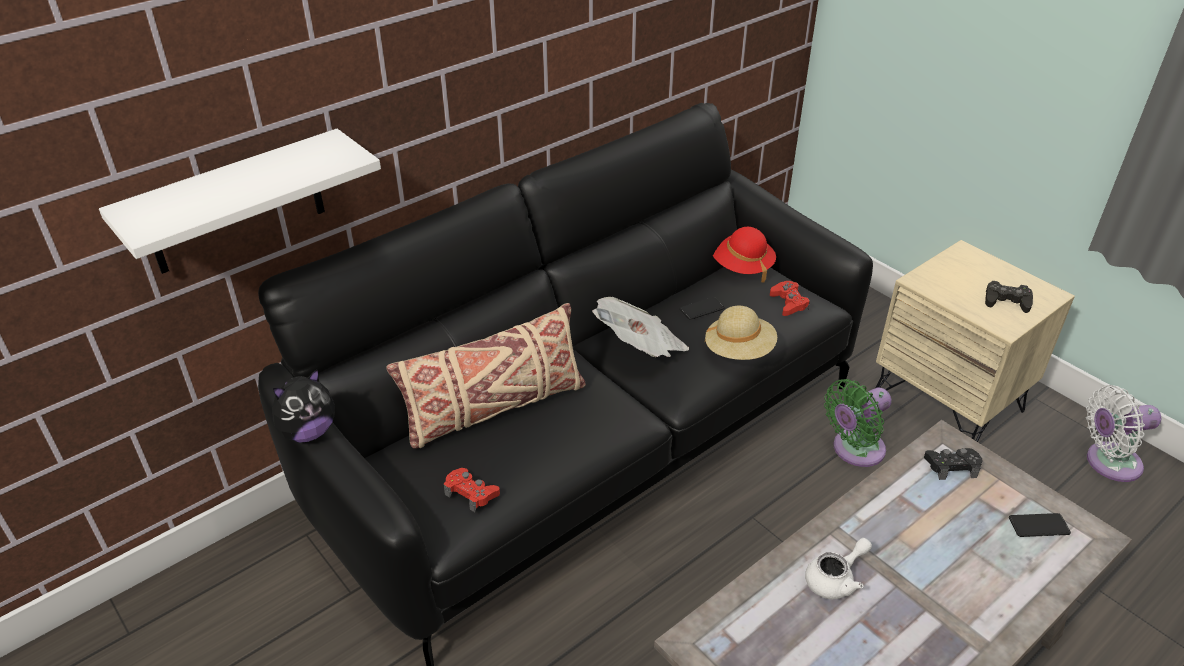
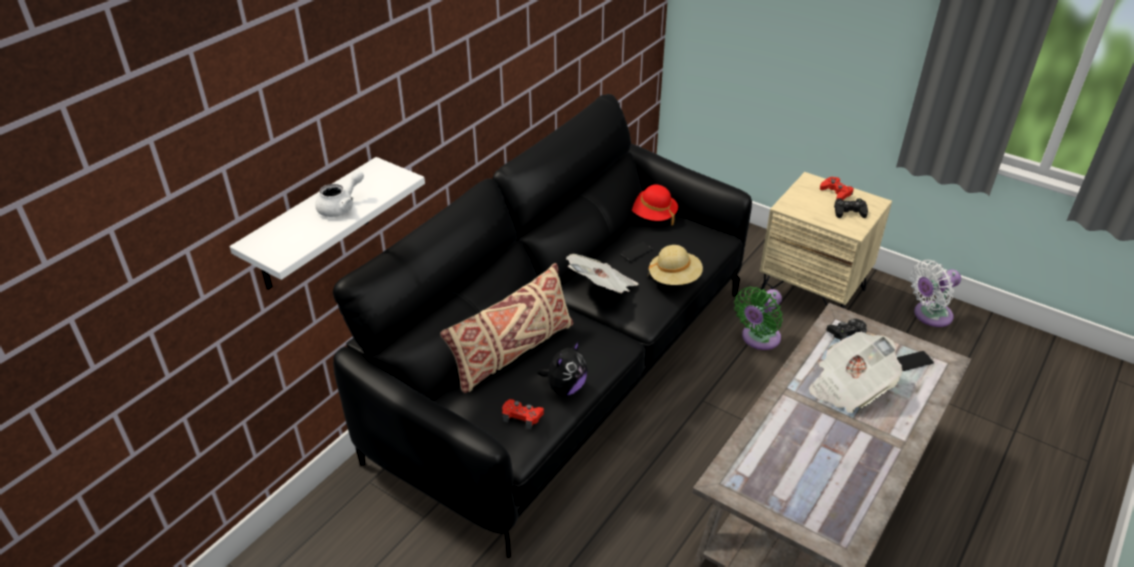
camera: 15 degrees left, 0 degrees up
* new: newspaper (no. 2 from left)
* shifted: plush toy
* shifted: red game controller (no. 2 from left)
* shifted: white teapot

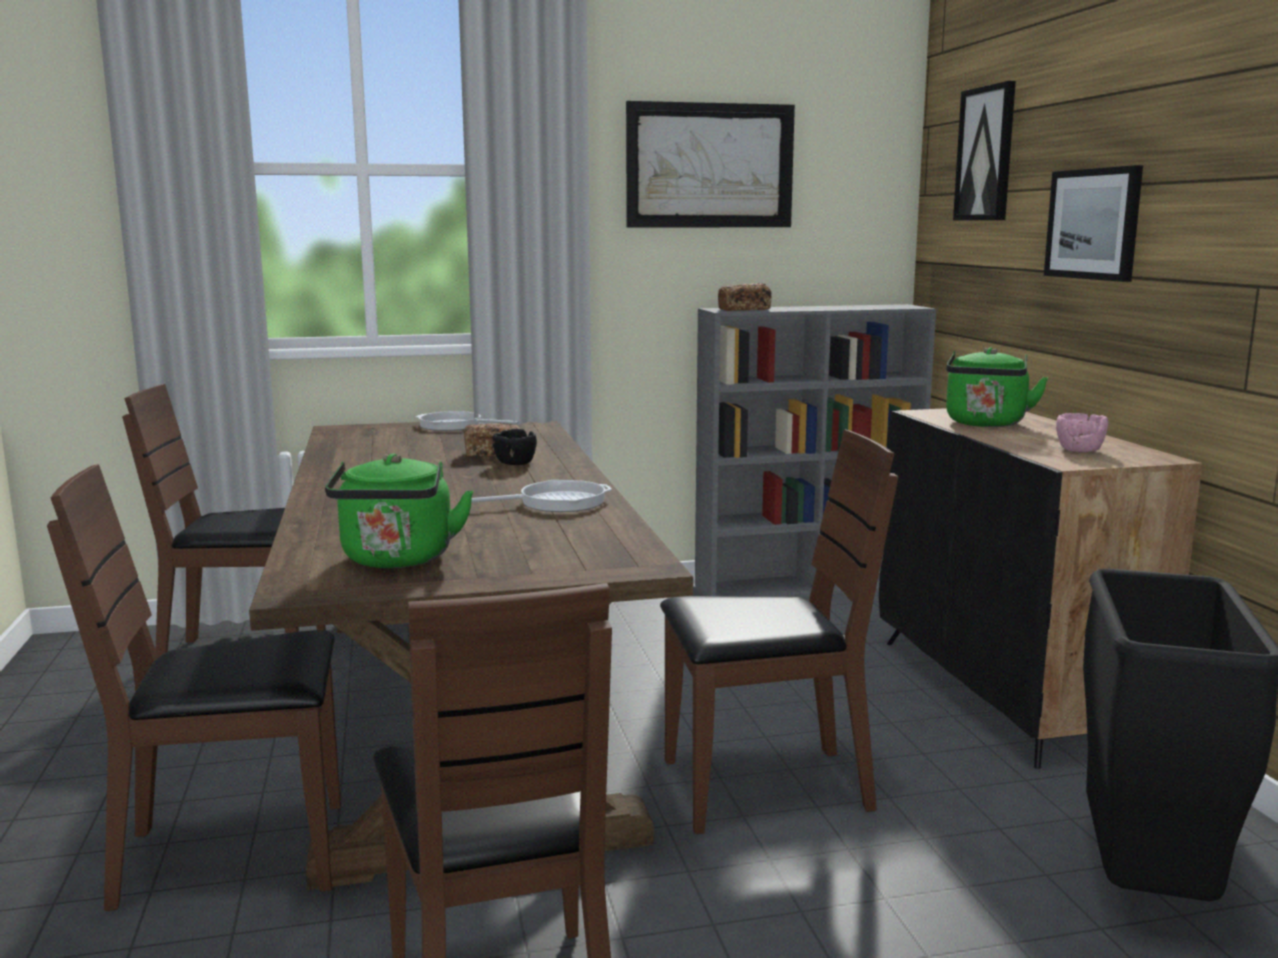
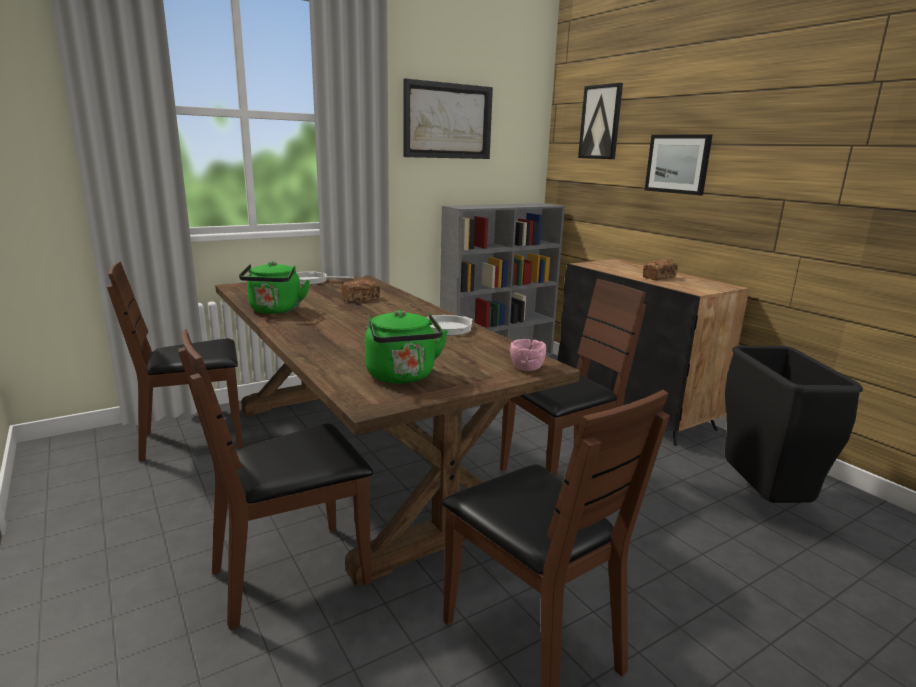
camera: 20 degrees left, 5 degrees up
* gone: black bowl
* shifted: bread (no. 2 from left)
* shifted: green kettle (no. 2 from left in the first image) to green kettle (no. 1 from left)
* shifted: pink bowl

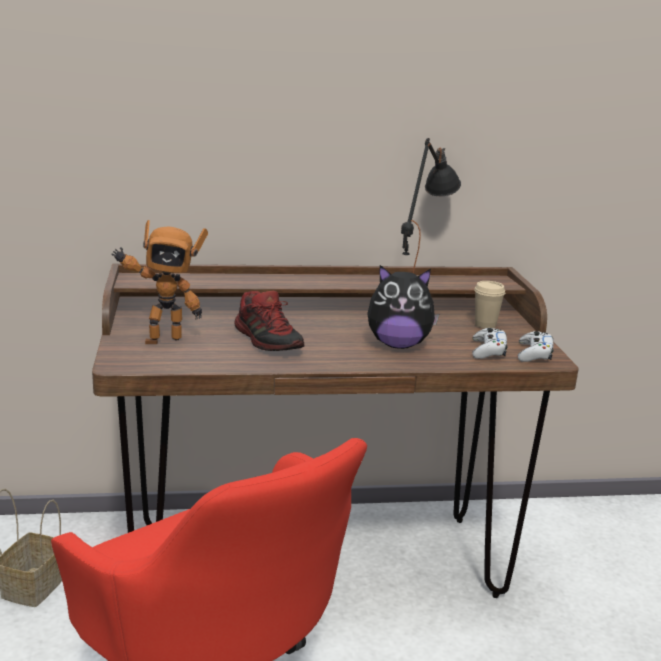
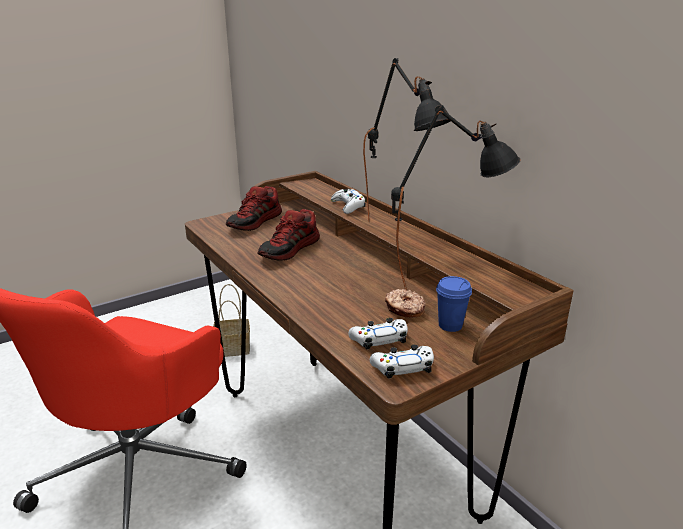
camera: 65 degrees right, 5 degrees up
* gone: plush toy
* new: white game controller (no. 1 from left)
* new: black table lamp (no. 1 from left)
* new: donut
* swapped: toy robot to shoe (no. 1 from left)
* repainted: beige cup to blue cup

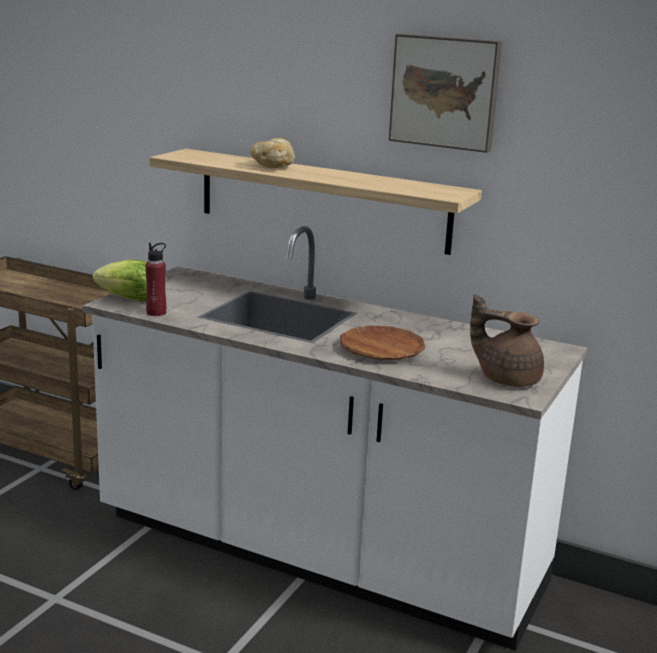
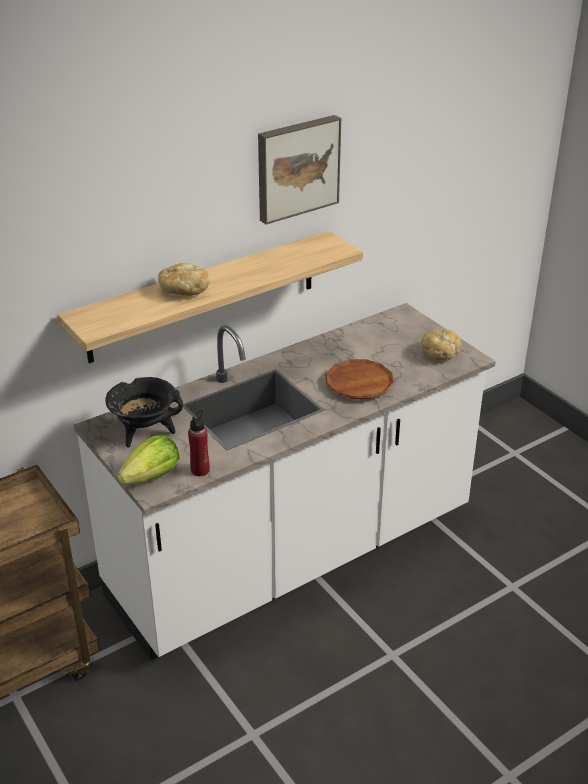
camera: 60 degrees left, 15 degrees up
* new: black cooking pot
* swapped: brown teapot to bread (no. 2 from left)

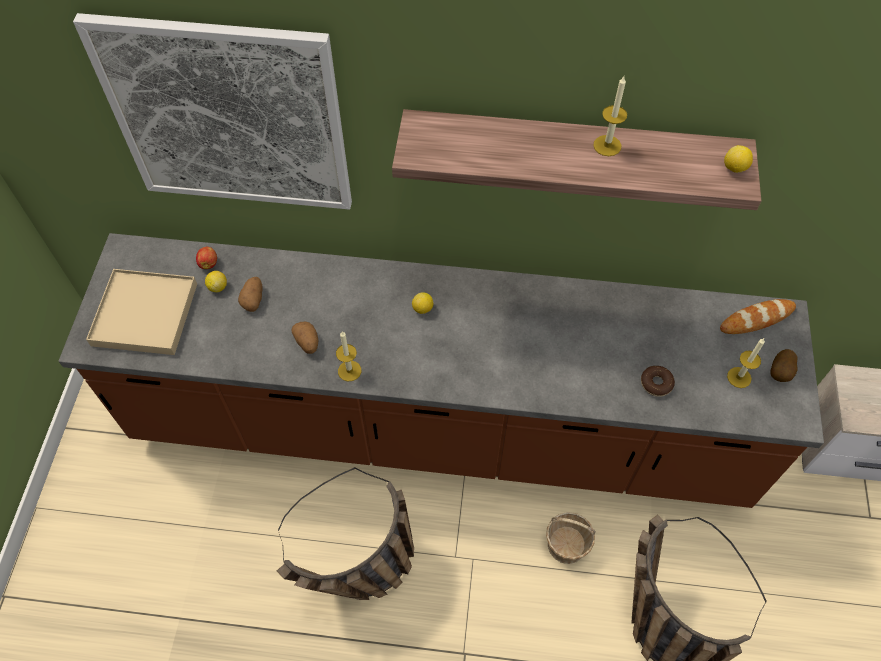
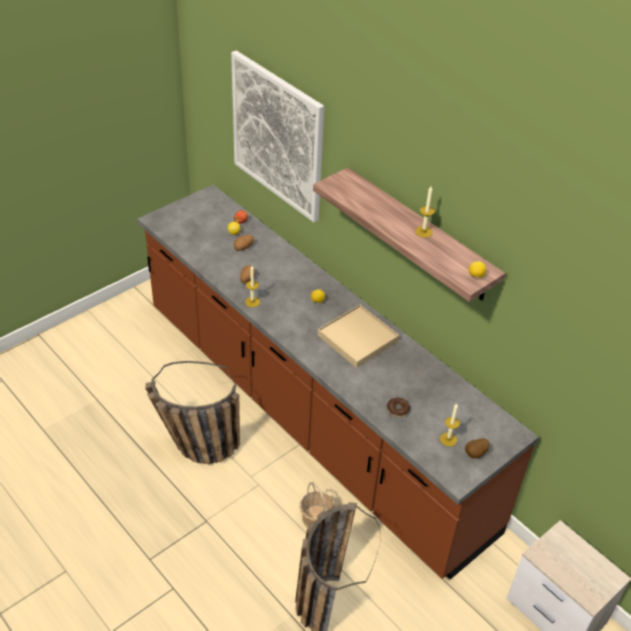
camera: 40 degrees right, 15 degrees down
* gone: bread
* shifted: beige tray

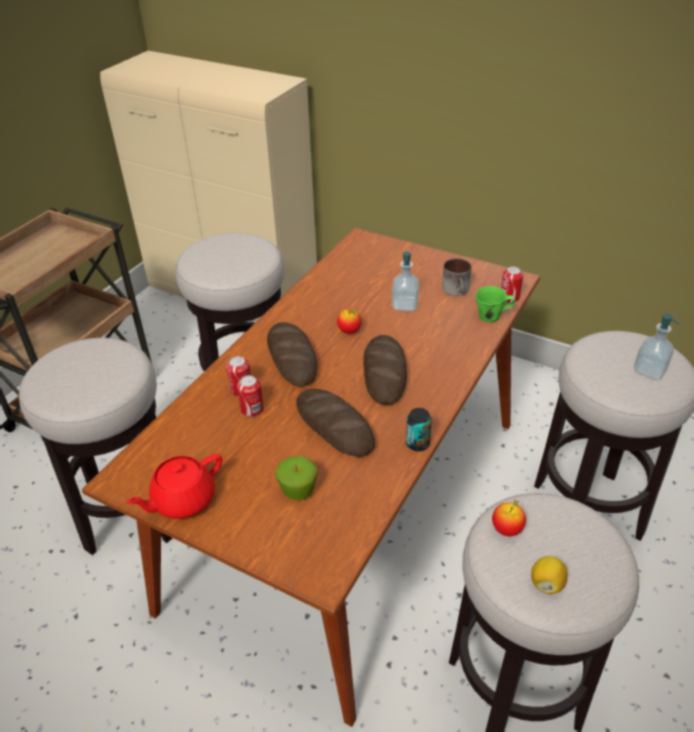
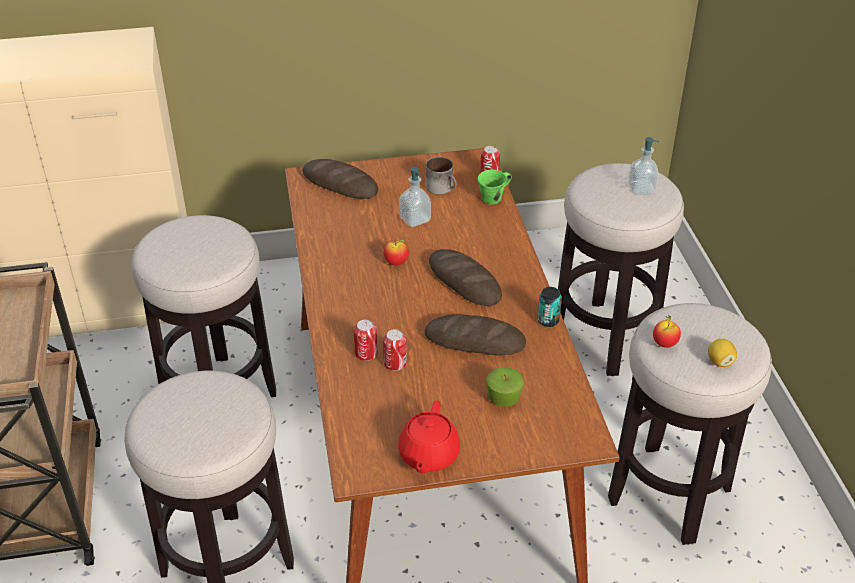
camera: 40 degrees left, 0 degrees up
* shifted: bread (no. 1 from left)

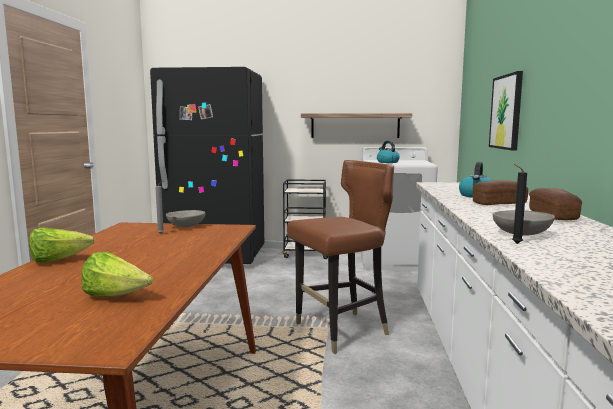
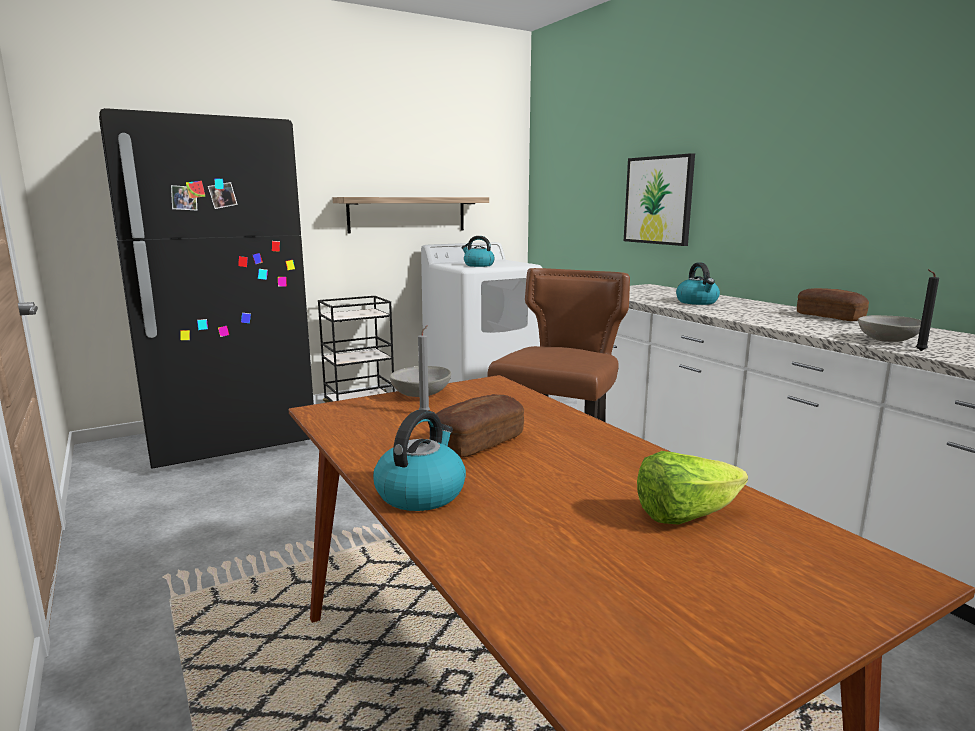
camera: 35 degrees left, 5 degrees up
* shifted: bread (no. 1 from left)
* swapped: lettuce (no. 1 from left) to kettle (no. 1 from left)

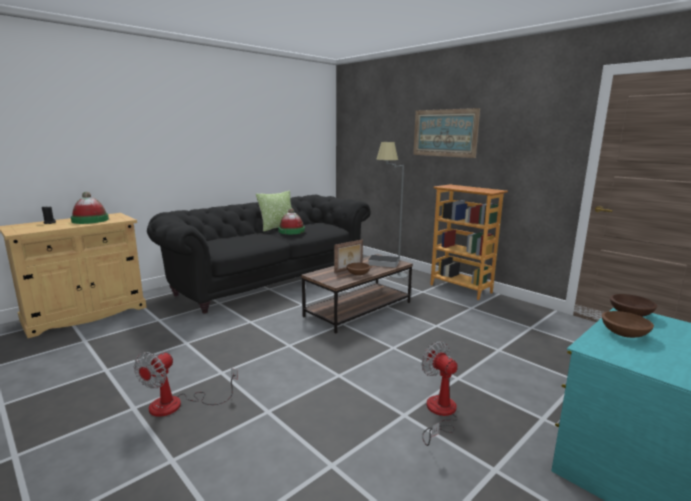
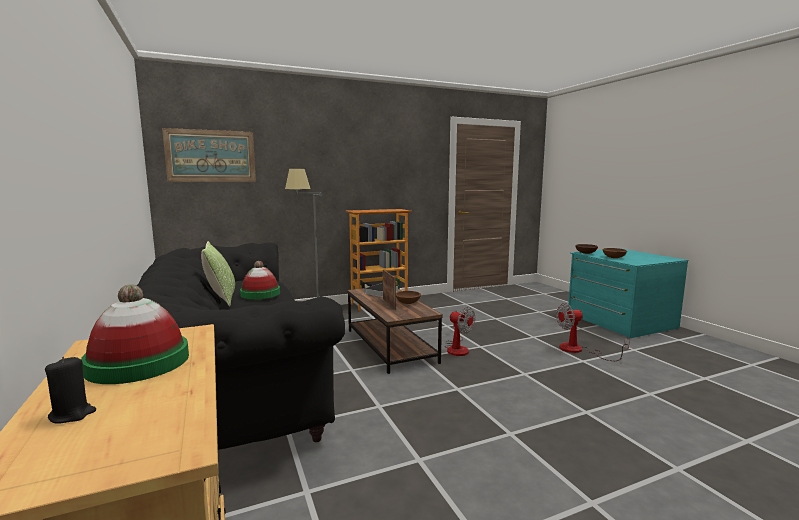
camera: 70 degrees left, 5 degrees down
* shifted: fan (no. 1 from left)
* shifted: picture

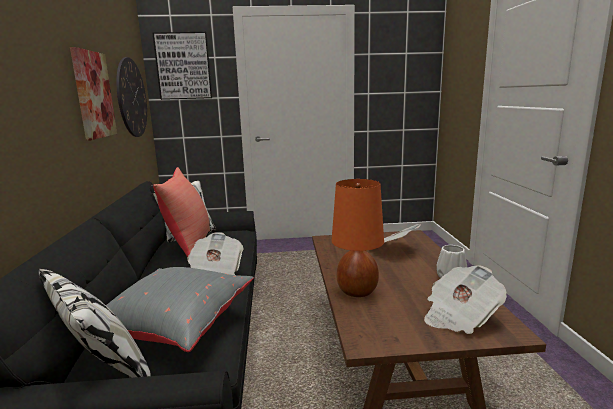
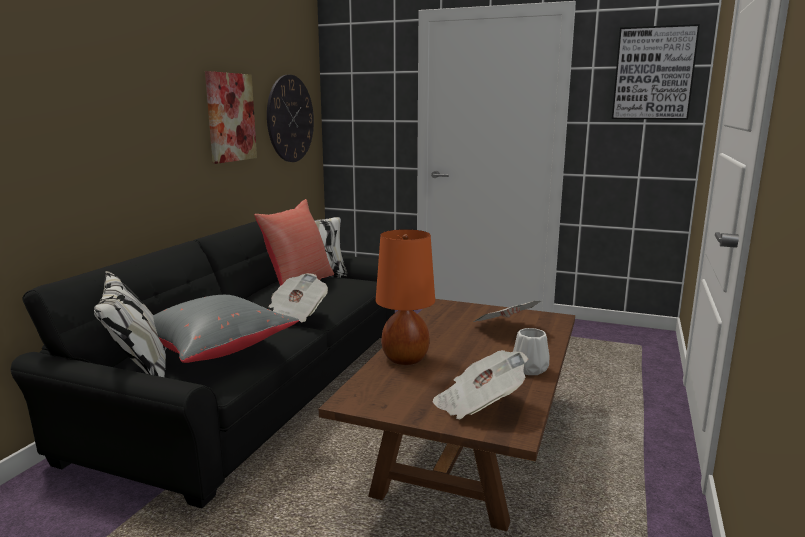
camera: 25 degrees right, 0 degrees up
* shifted: picture (no. 2 from left)

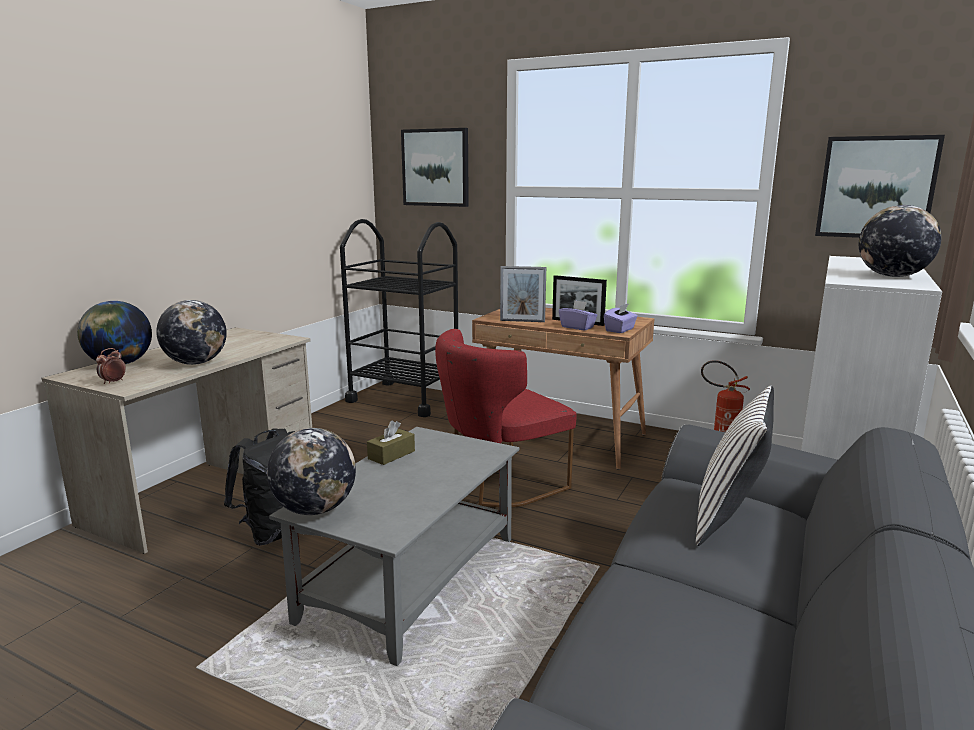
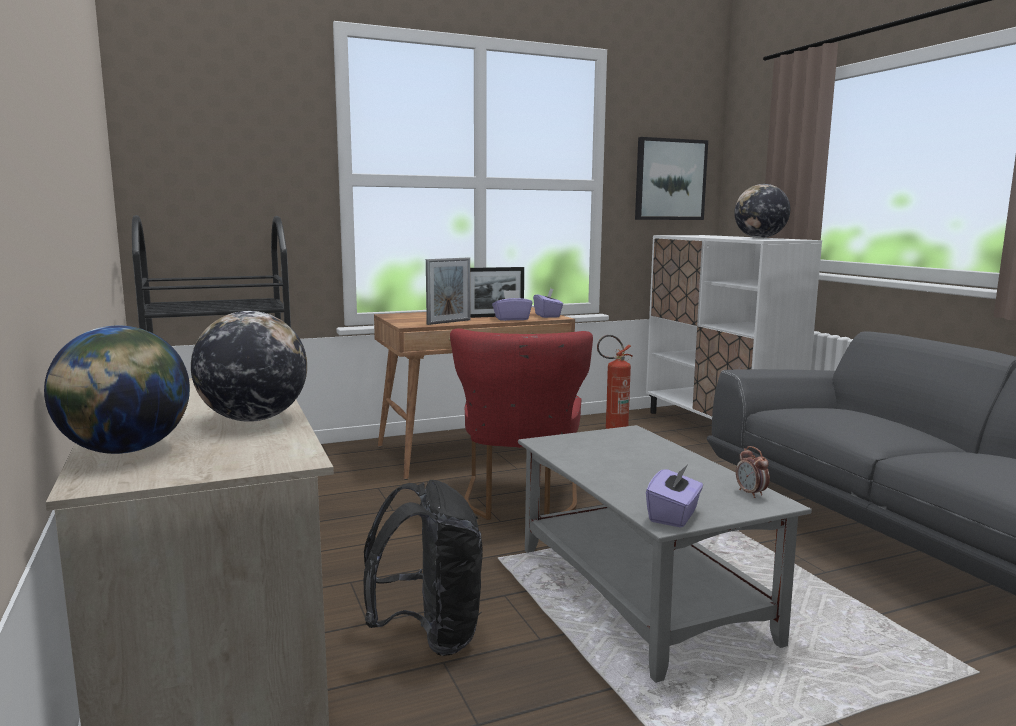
camera: 50 degrees left, 5 degrees down
* gone: brown tissue box
* gone: picture (no. 1 from left)
* gone: white pillow
* shifted: alarm clock
* swapped: globe (no. 3 from left) to purple tissue box (no. 3 from left)

